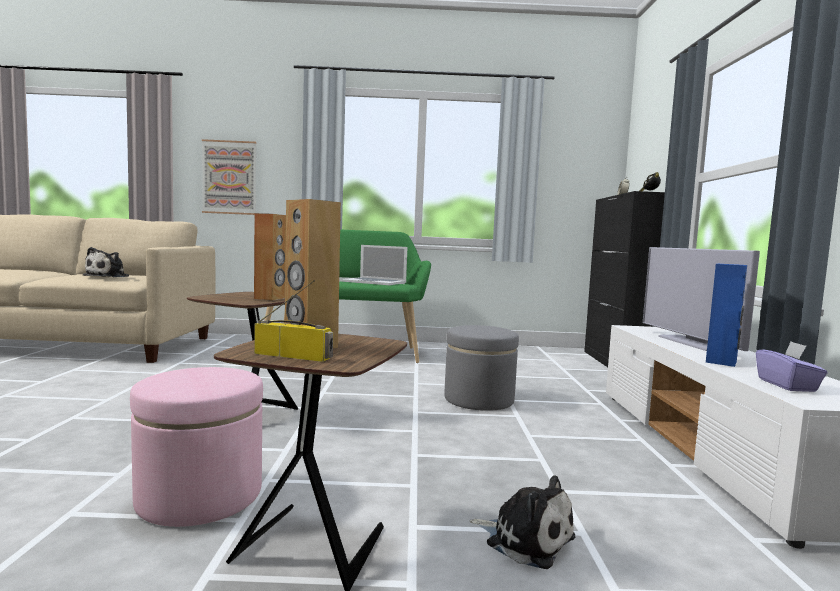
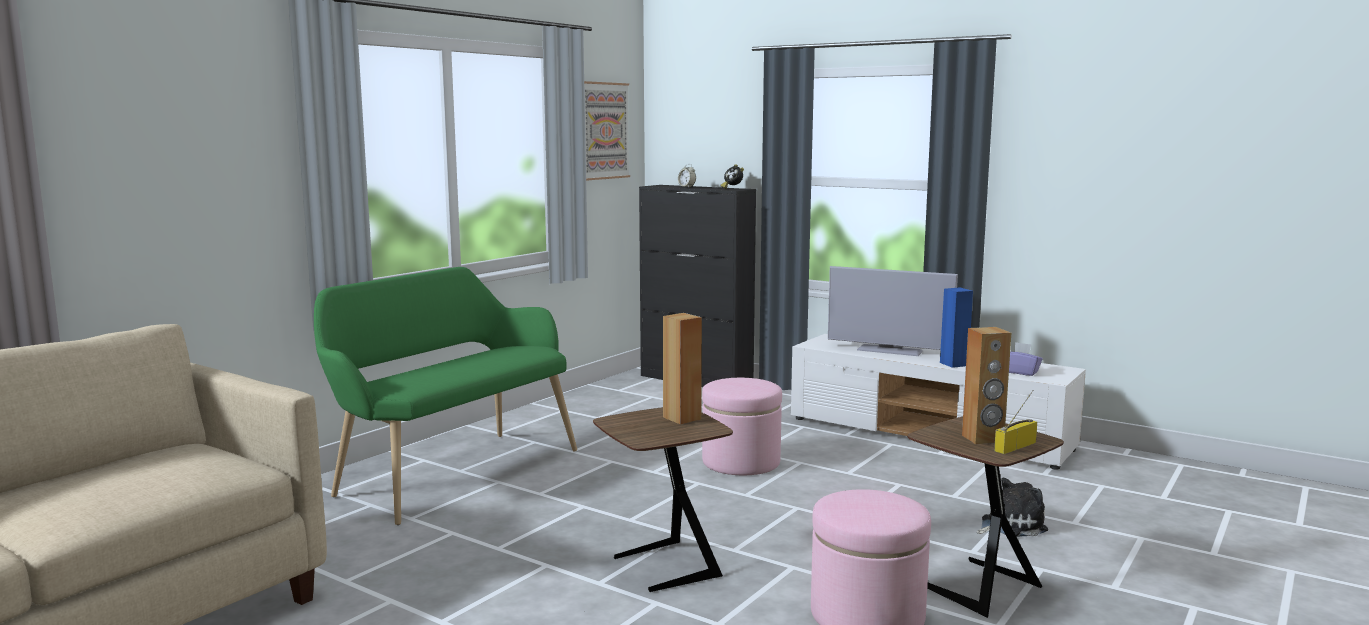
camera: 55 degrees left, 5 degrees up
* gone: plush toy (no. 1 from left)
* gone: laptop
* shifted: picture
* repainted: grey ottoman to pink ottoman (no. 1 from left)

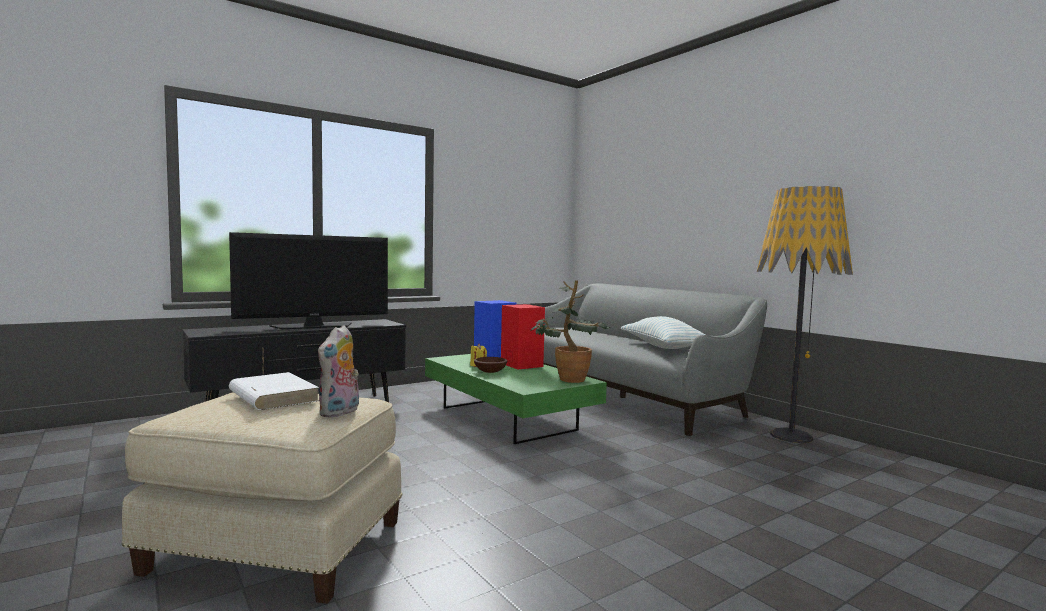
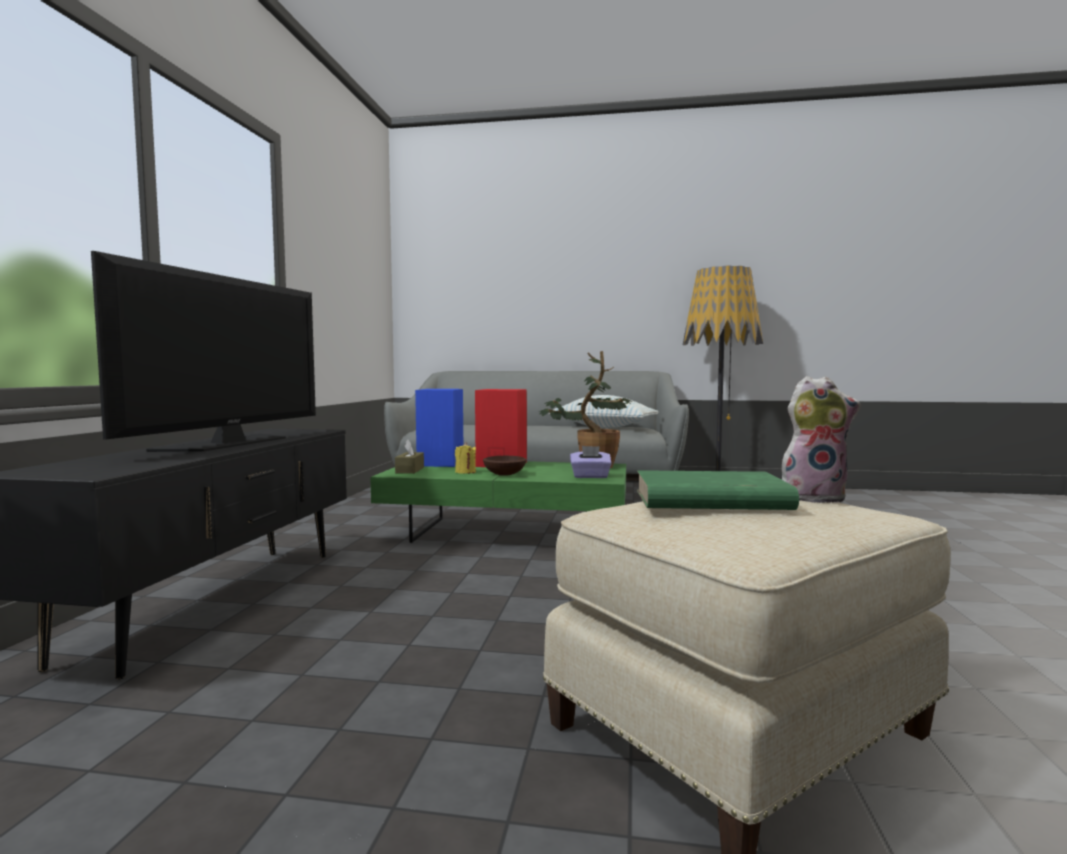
camera: 45 degrees left, 0 degrees up
* new: brown tissue box
* new: purple tissue box
* repainted: white book to green book
* rotated: plush toy 60 degrees counterclockwise

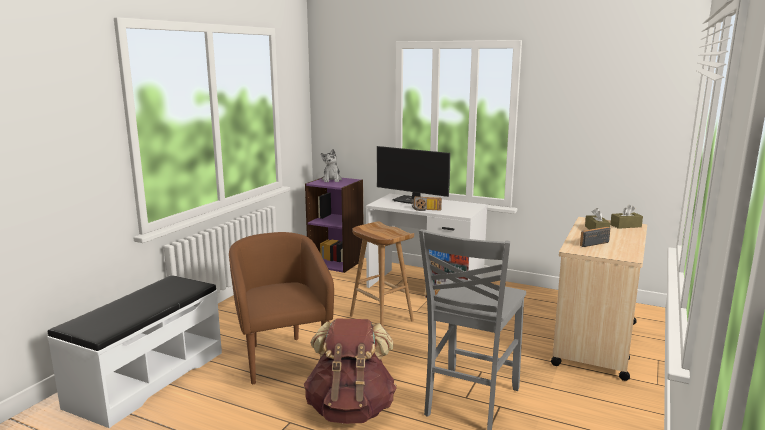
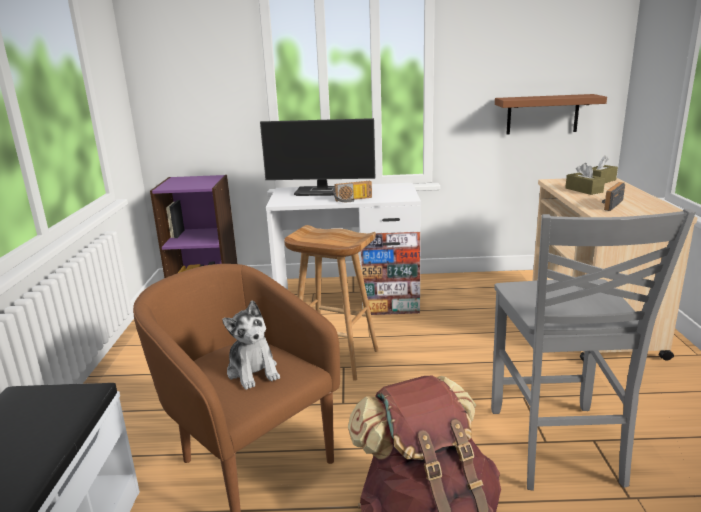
camera: 25 degrees left, 5 degrees up
* new: brown shelf
* shifted: plush toy

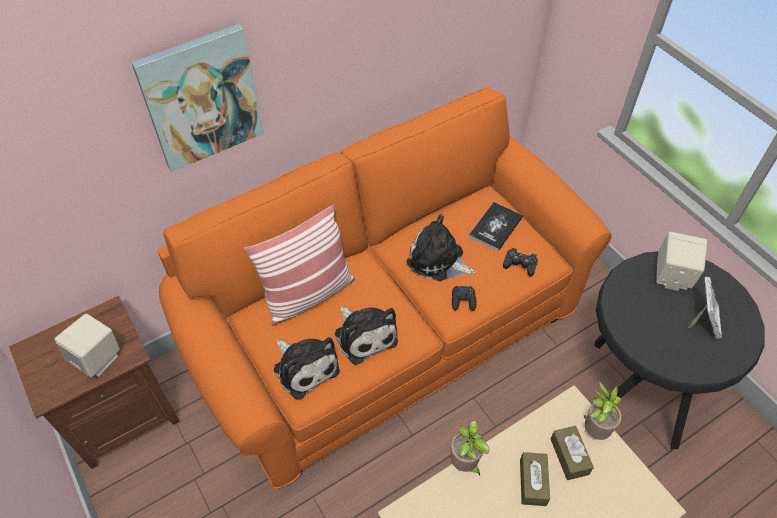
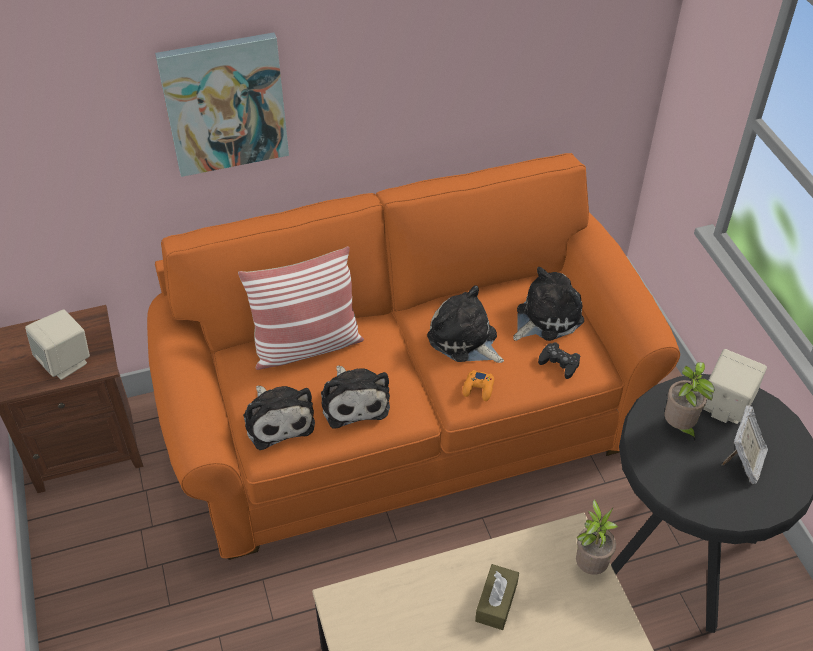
camera: 15 degrees right, 5 degrees down
* gone: brown tissue box (no. 2 from left)
* shifted: potted plant (no. 1 from left in the first image) to potted plant (no. 2 from left)
* swapped: book to plush toy (no. 4 from left)
* repainted: black game controller (no. 1 from left) to orange game controller

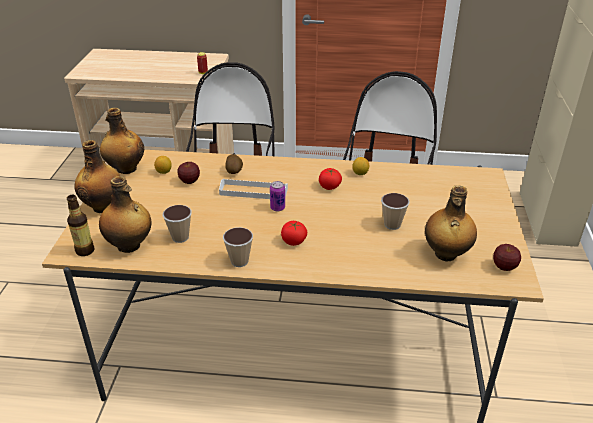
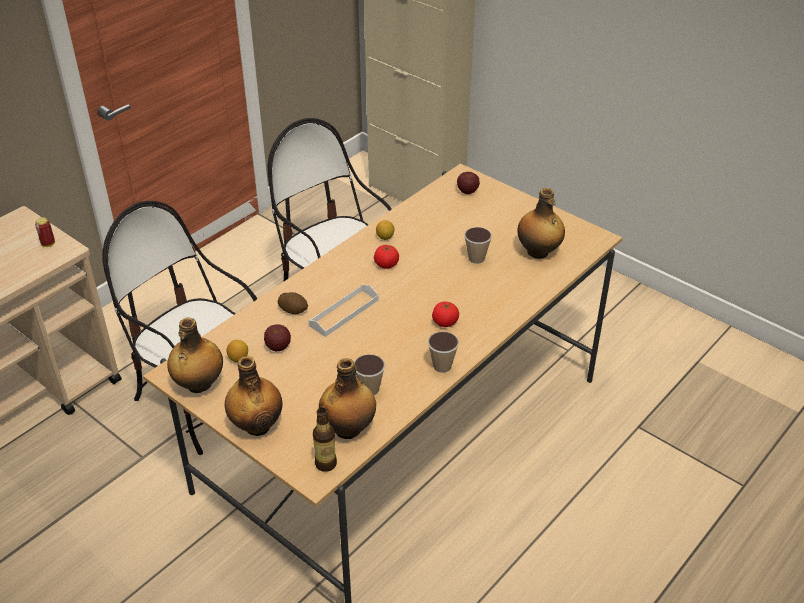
camera: 55 degrees left, 5 degrees up
* gone: can (no. 2 from left)
* shifted: apple (no. 2 from left)

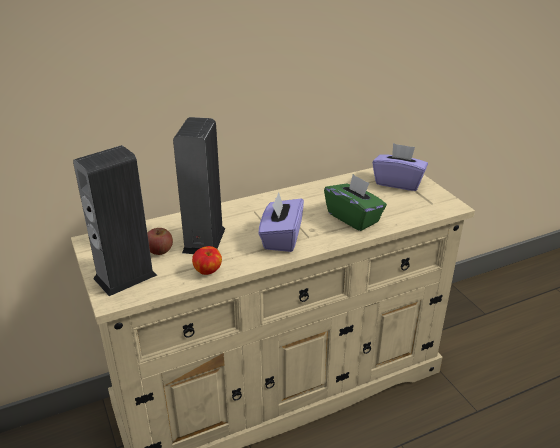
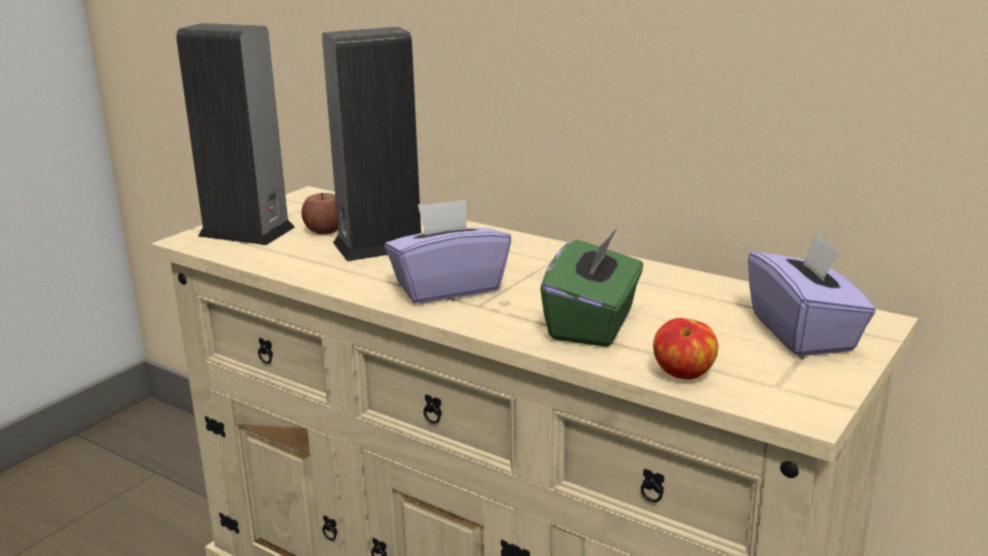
camera: 60 degrees right, 10 degrees down
* shifted: apple (no. 2 from left)

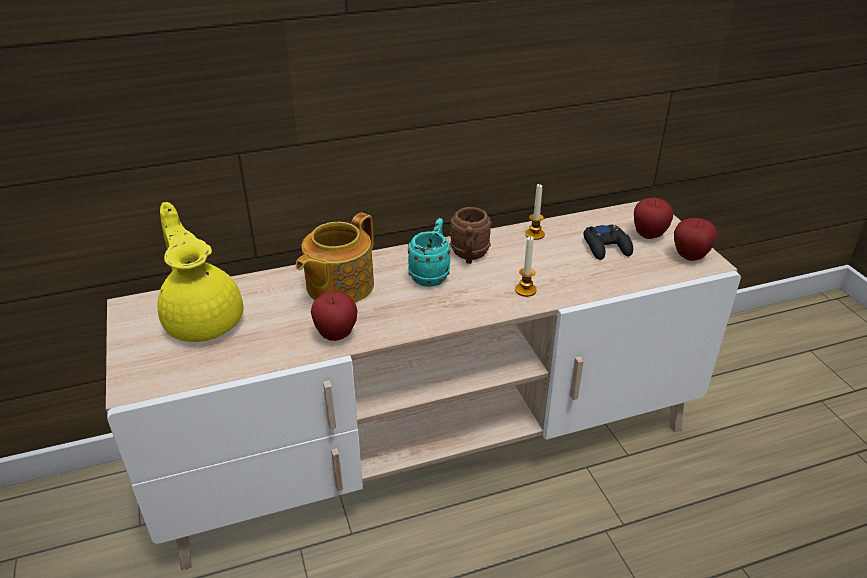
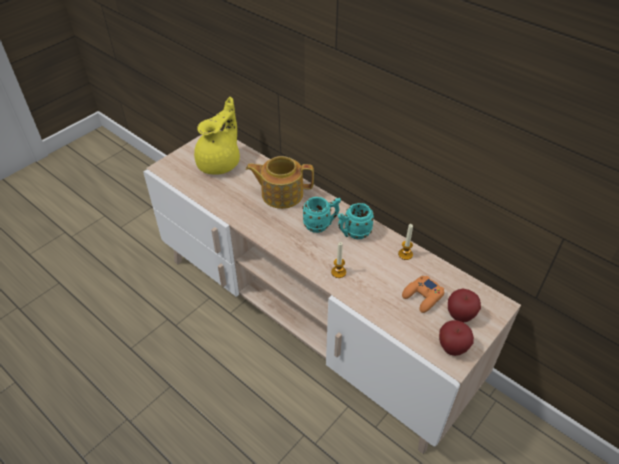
camera: 60 degrees right, 10 degrees up
* gone: apple (no. 1 from left)
* repainted: brown mug to turquoise mug (no. 2 from left)
* repainted: black game controller to orange game controller

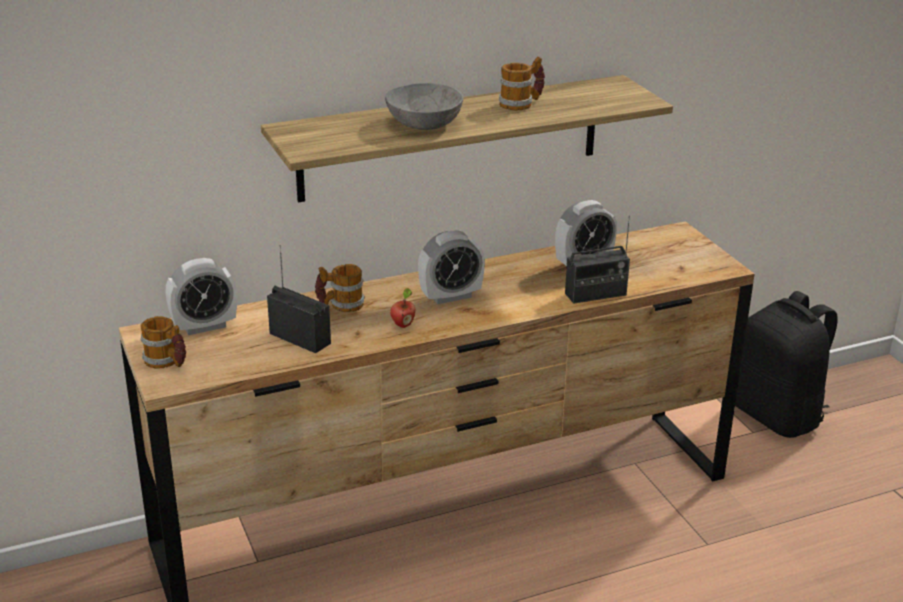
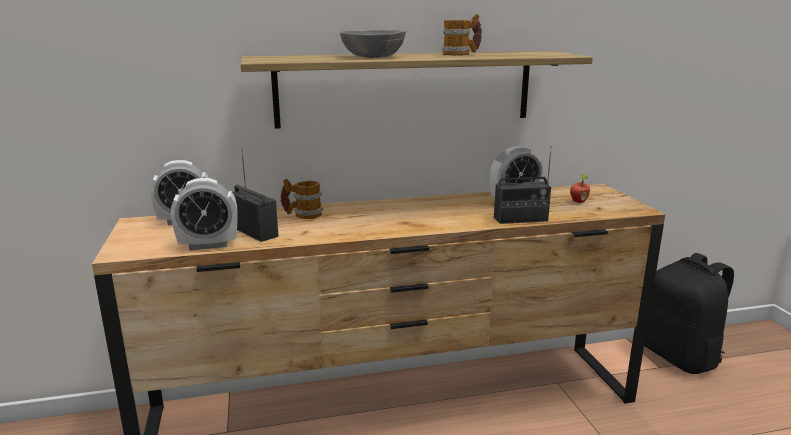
camera: 10 degrees right, 10 degrees down
* gone: mug (no. 1 from left)
* shifted: apple
* shifted: alarm clock (no. 2 from left)

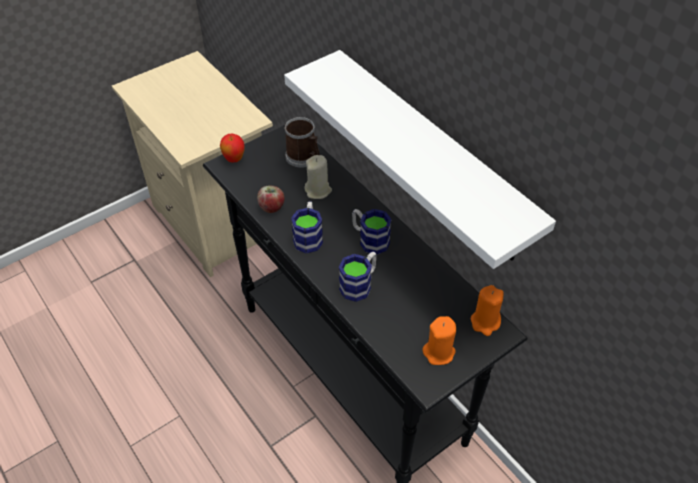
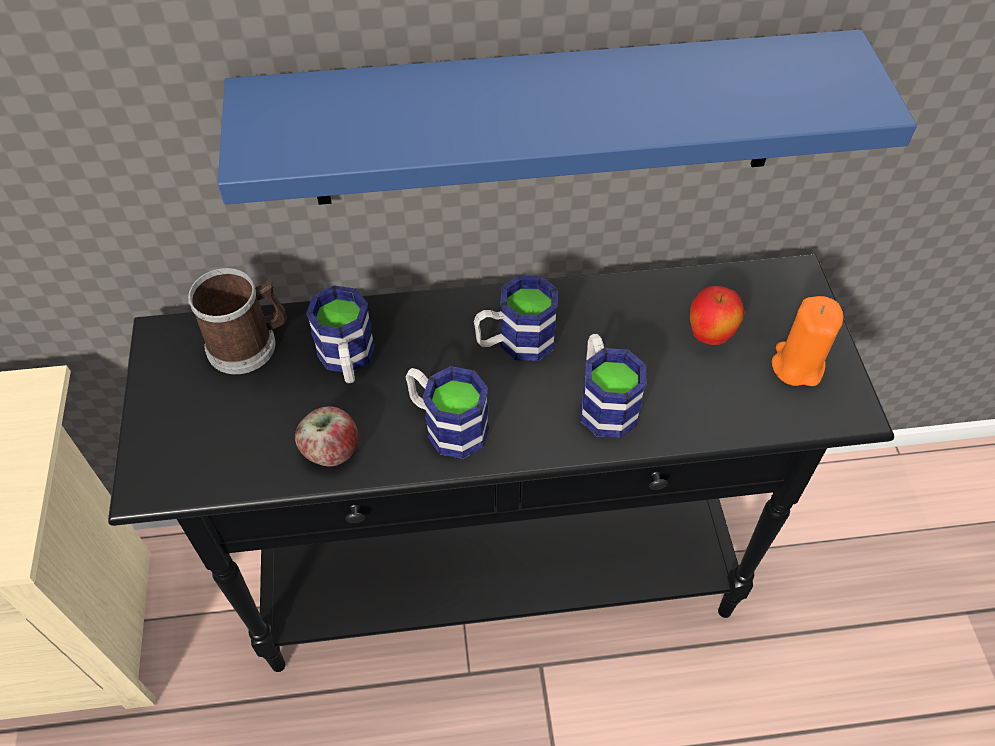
camera: 60 degrees left, 5 degrees up
* gone: orange candle (no. 2 from left)
* shifted: apple (no. 1 from left in the first image) to apple (no. 2 from left)
* swapped: beige candle to mug (no. 2 from left)
* repainted: white shelf to blue shelf

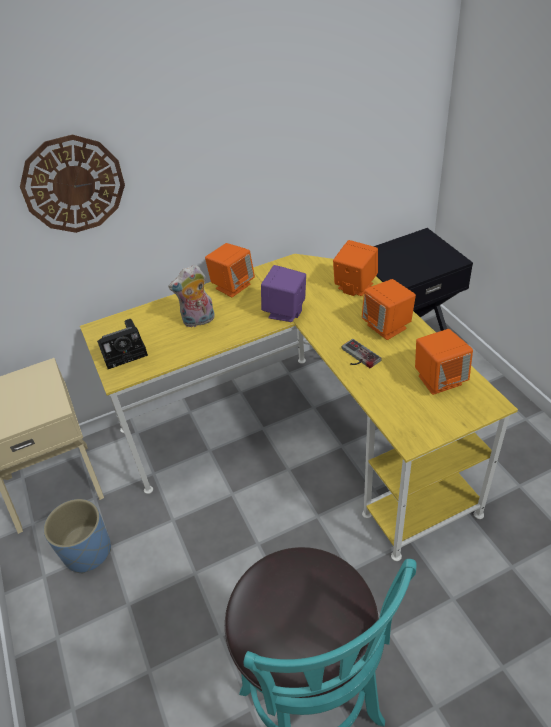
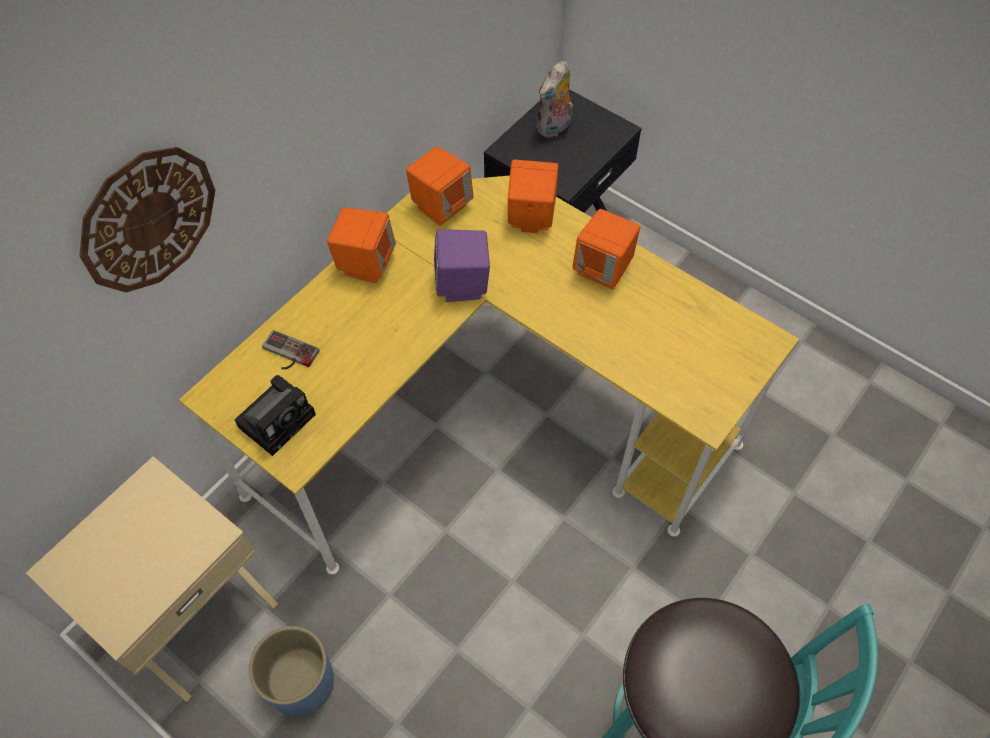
camera: 30 degrees left, 15 degrees up
* shifted: plush toy
* shifted: game controller
* shifted: orange speaker (no. 4 from left in the first image) to orange speaker (no. 2 from left)

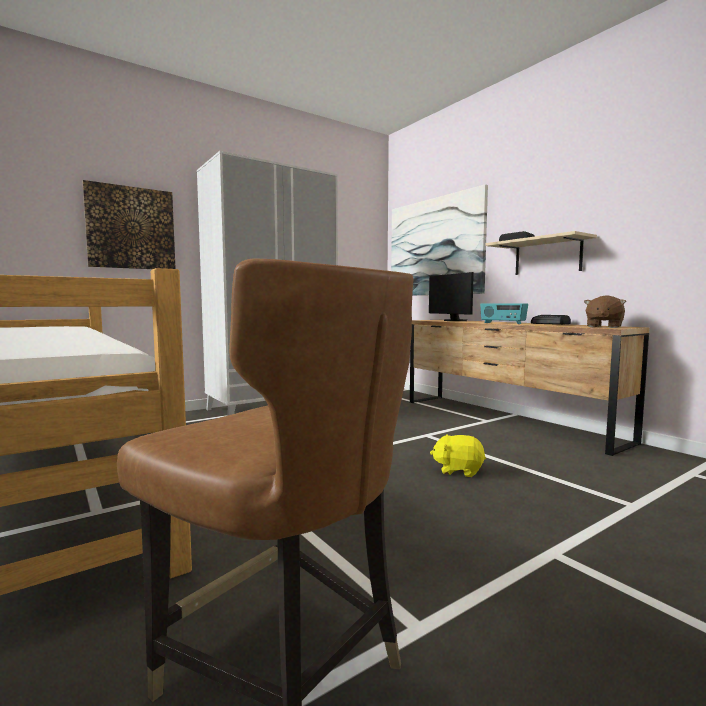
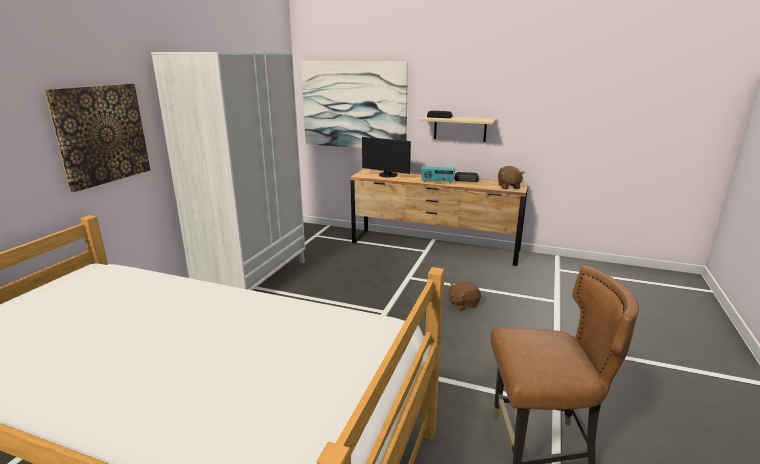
camera: 35 degrees left, 15 degrees up
* repainted: yellow plush toy to brown plush toy (no. 1 from left)

